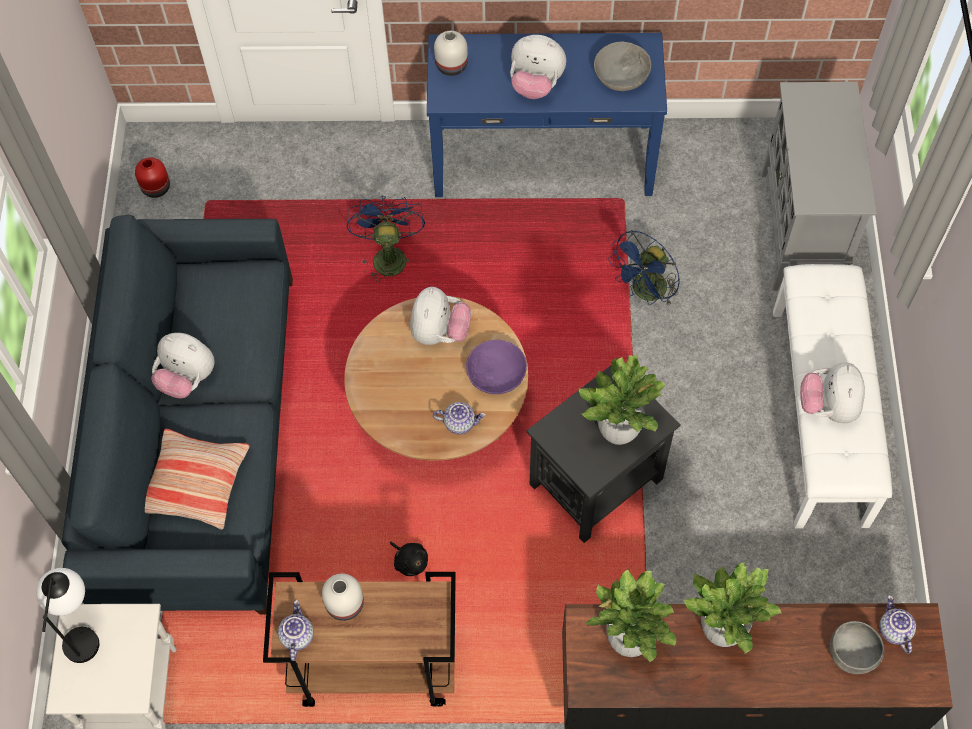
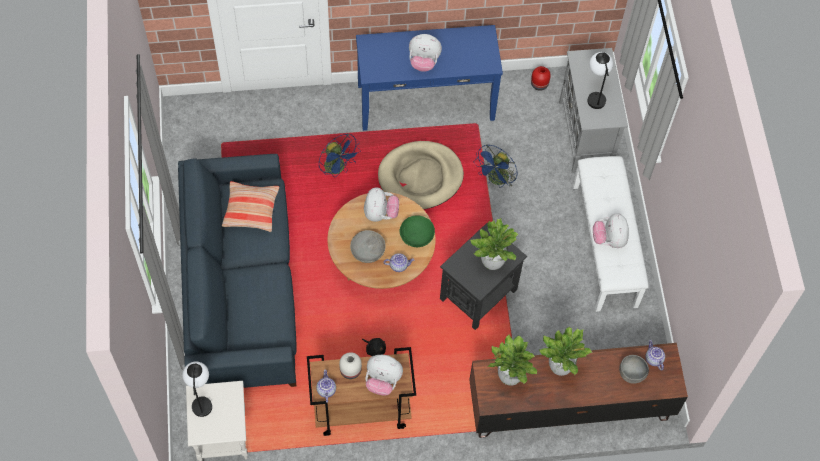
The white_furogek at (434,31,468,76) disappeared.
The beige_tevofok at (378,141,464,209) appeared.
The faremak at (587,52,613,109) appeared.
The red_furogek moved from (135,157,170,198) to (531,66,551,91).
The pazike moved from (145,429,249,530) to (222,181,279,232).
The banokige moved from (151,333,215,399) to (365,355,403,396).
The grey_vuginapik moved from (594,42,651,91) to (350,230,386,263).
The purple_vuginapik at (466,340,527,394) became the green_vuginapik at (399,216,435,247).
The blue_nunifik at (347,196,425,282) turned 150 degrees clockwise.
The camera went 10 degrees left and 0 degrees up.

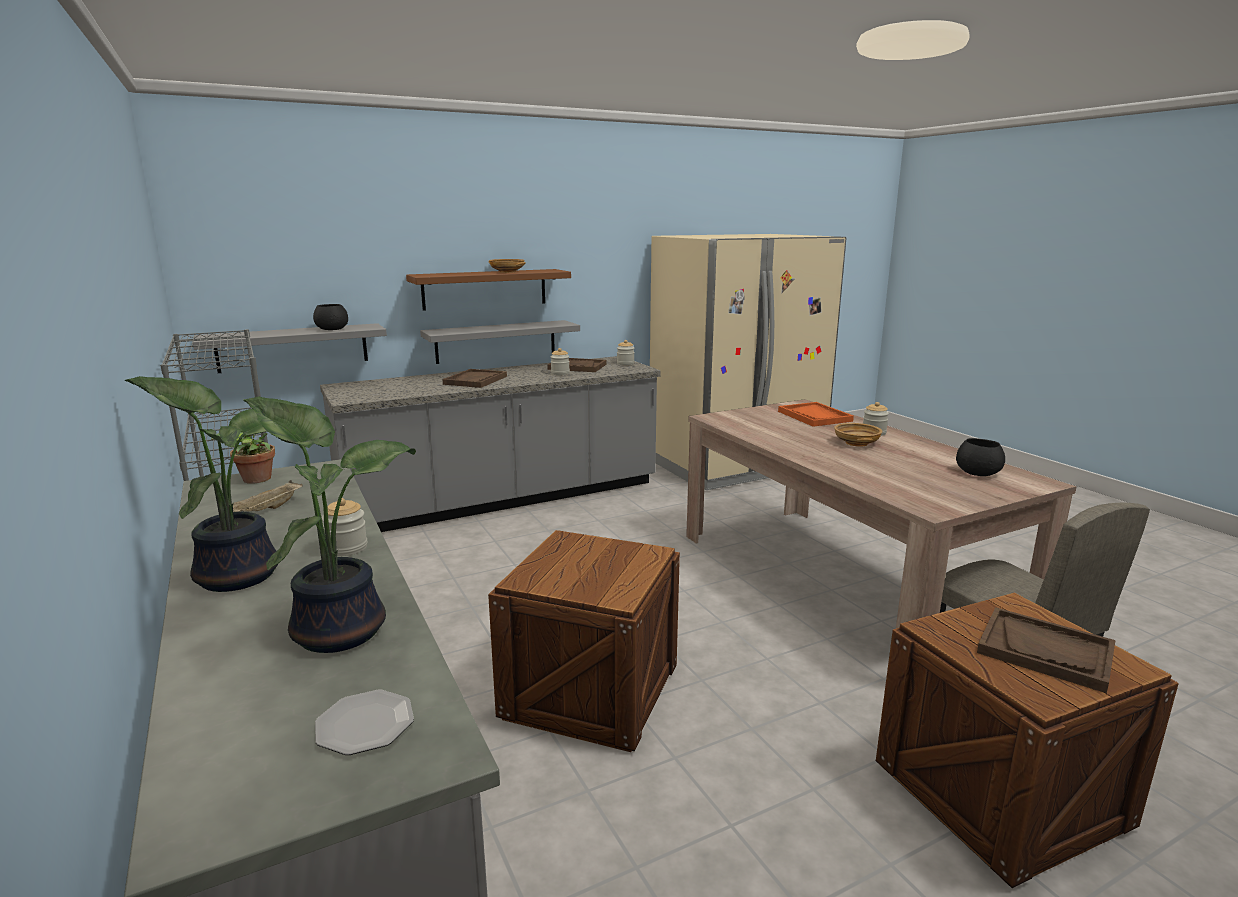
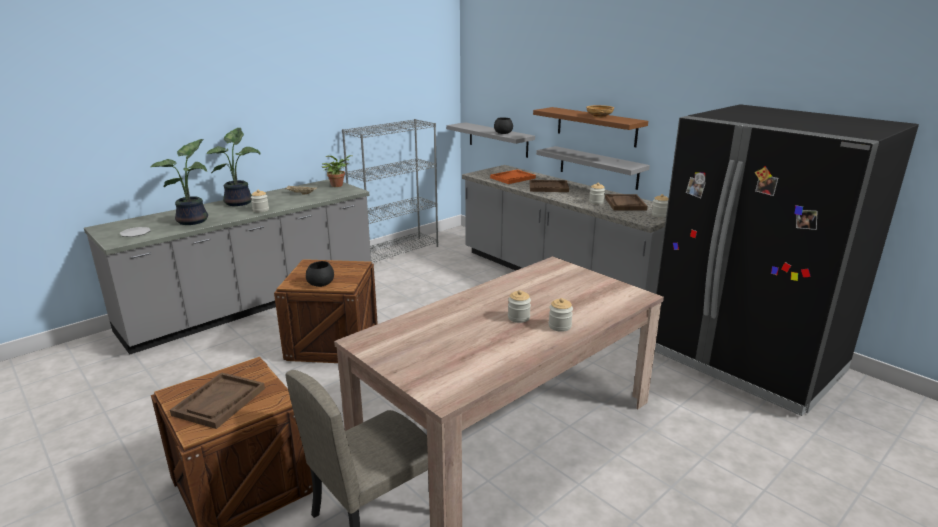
The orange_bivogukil moved from (778,402,854,427) to (490,170,536,184).
The black_vuginapik moved from (956,438,1005,476) to (306,261,334,287).
The beige_vuginapik at (834,423,883,447) was replaced by the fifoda at (508,290,531,323).
The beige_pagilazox at (650,234,846,490) became the black_pagilazox at (655,104,919,416).
The camera went 75 degrees right and 5 degrees up.

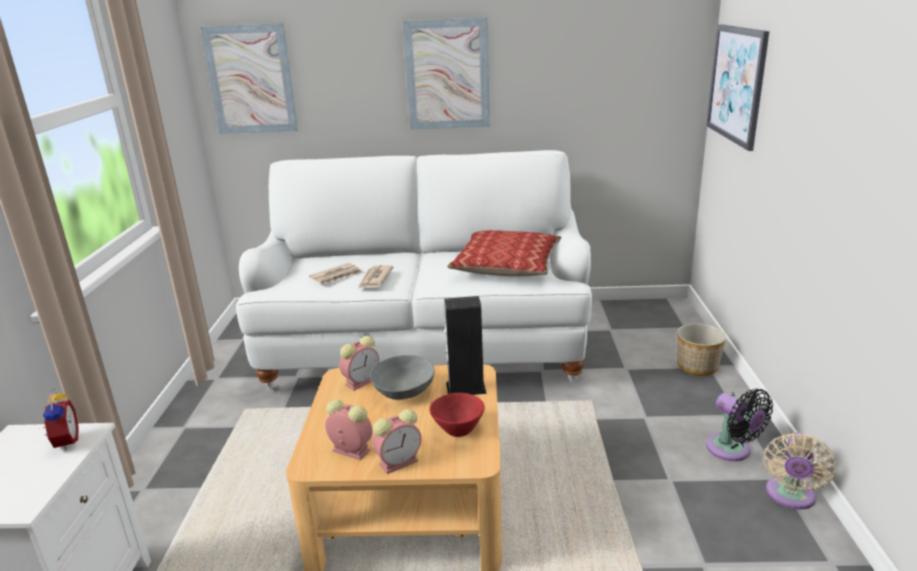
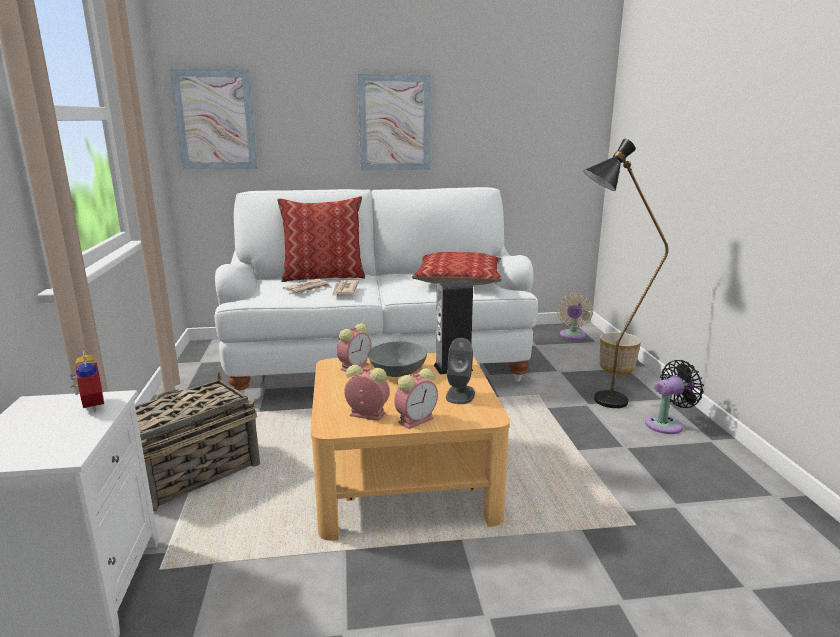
The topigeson at (706,24,769,151) disappeared.
The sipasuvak at (135,372,260,512) appeared.
The pazike at (277,196,365,282) appeared.
The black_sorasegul at (583,139,669,408) appeared.
The beige_nunifik moved from (764,432,837,510) to (557,293,593,340).
The red_vuginapik at (430,393,485,437) was replaced by the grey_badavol at (446,338,475,404).
The black_nunifik at (706,389,773,461) turned 75 degrees counterclockwise.
The camera went 10 degrees left and 5 degrees down.

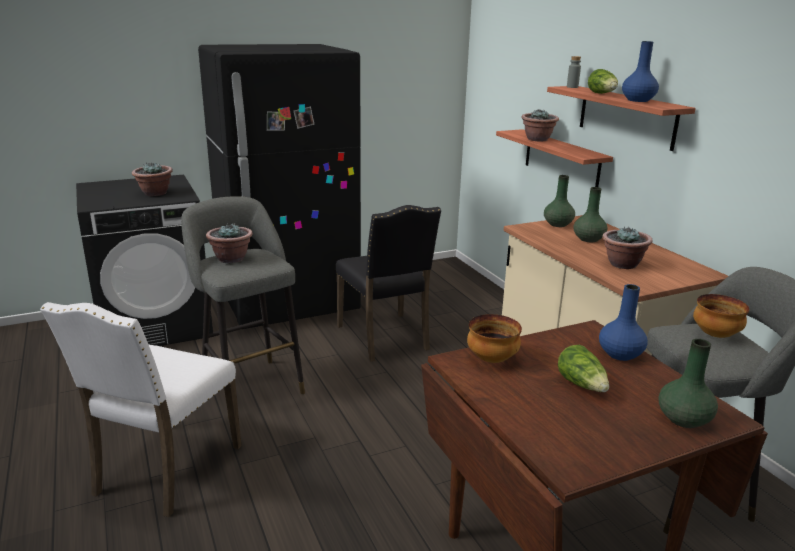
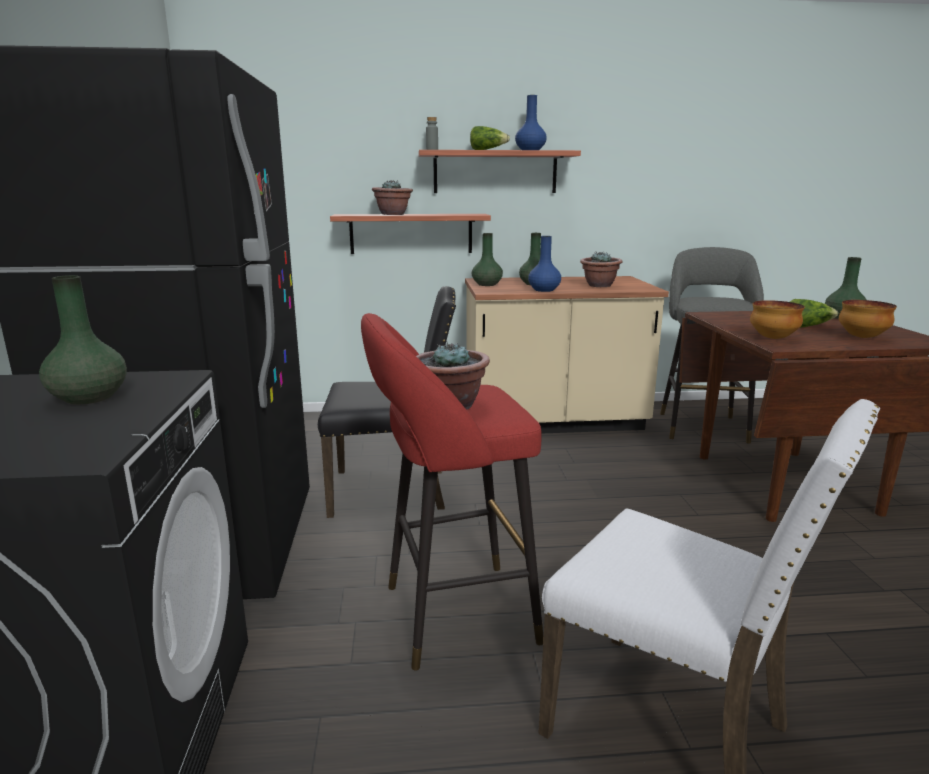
The blue_furogek moved from (599,284,648,361) to (528,236,561,292).
The vuginapik moved from (693,294,749,338) to (839,300,897,338).
The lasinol at (132,162,173,196) was replaced by the green_furogek at (39,275,127,405).
The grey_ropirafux at (181,196,305,419) became the red_ropirafux at (361,313,544,671).
The camera went 70 degrees left and 5 degrees down.

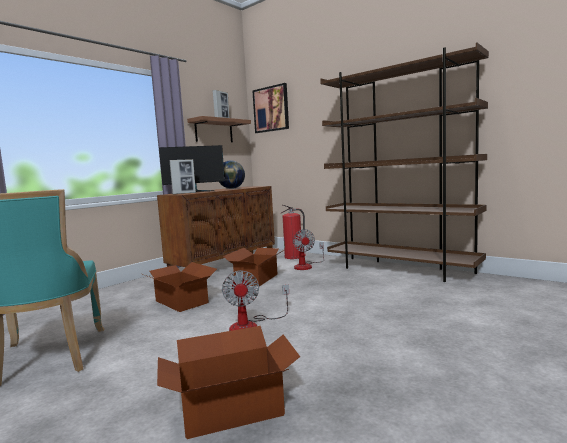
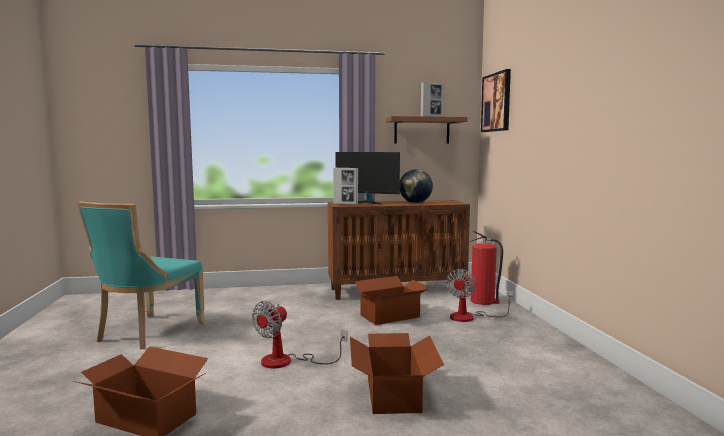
The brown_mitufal at (320,42,489,282) disappeared.
The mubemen moved from (140,262,217,312) to (350,333,444,414).
The camera went 40 degrees right and 0 degrees up.

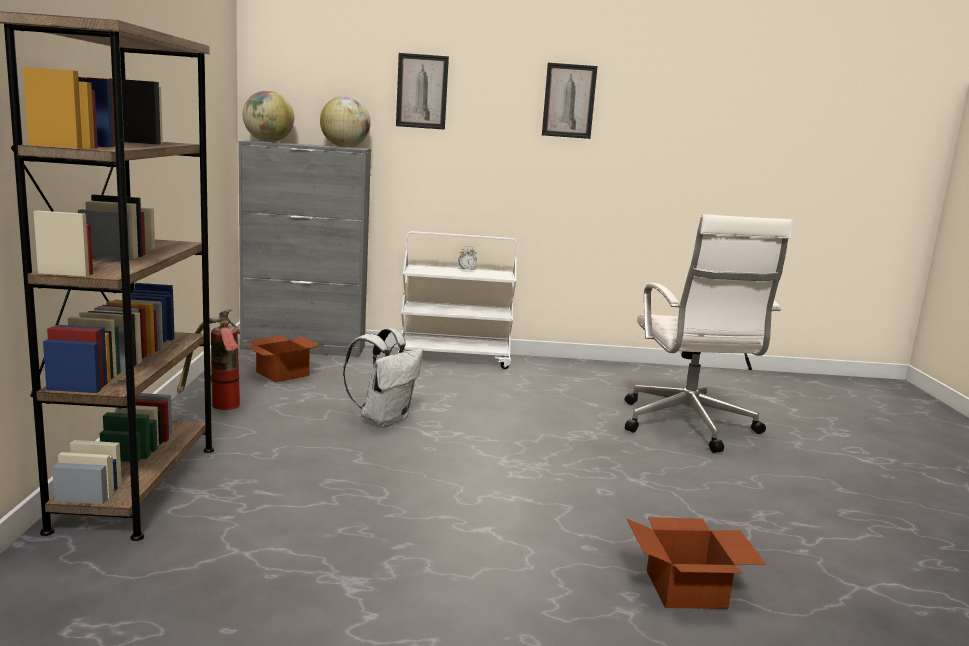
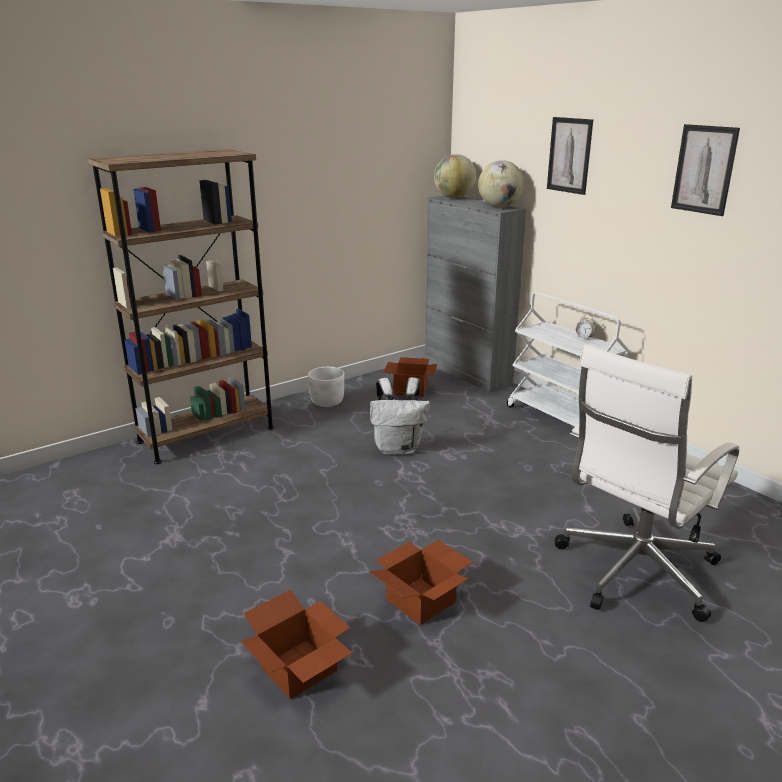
The mubemen at (369,540,473,625) appeared.
The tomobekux at (177,309,241,410) was replaced by the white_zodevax at (308,367,344,407).
The camera went 55 degrees right and 10 degrees up.

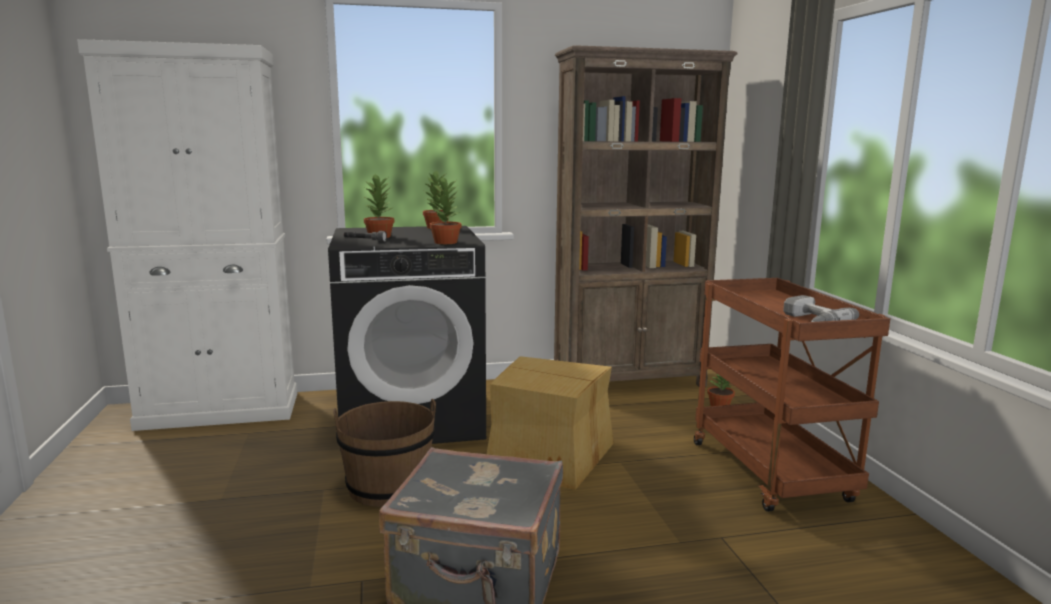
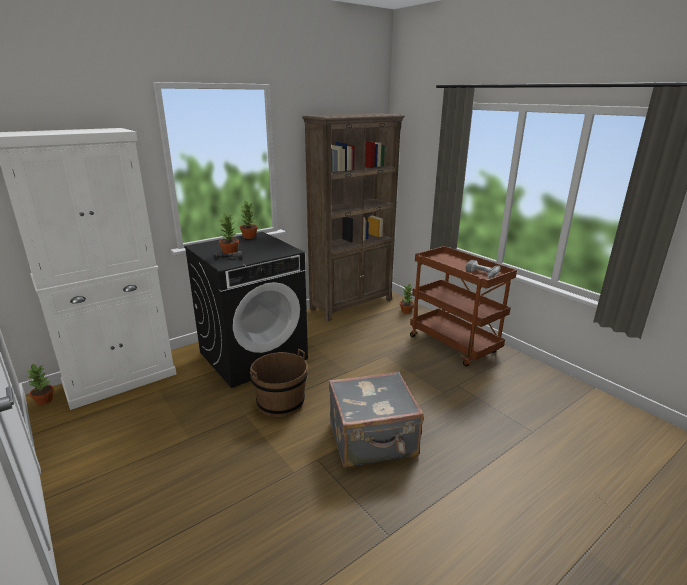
The mubemen at (487,356,614,490) disappeared.
The lasinol moved from (430,177,461,244) to (26,363,54,405).
The camera went 25 degrees left and 10 degrees up.

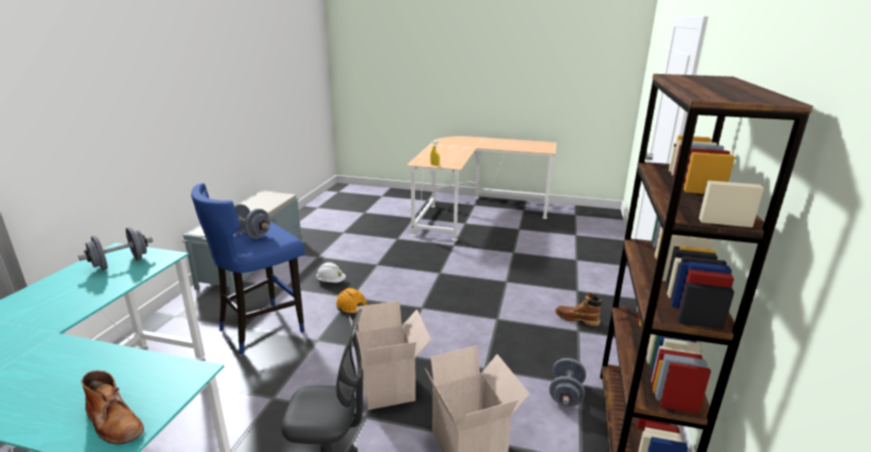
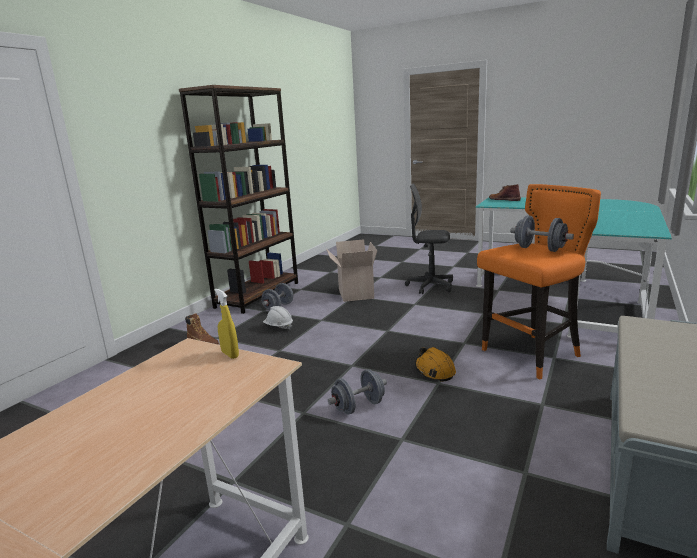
The mubemen at (349,301,431,410) disappeared.
The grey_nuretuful moved from (78,227,153,270) to (328,369,387,415).
The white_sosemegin moved from (316,262,346,283) to (263,306,293,329).
The blue_ropirafux at (191,183,305,354) became the orange_ropirafux at (477,184,601,379).
The camera went 165 degrees left and 5 degrees down.

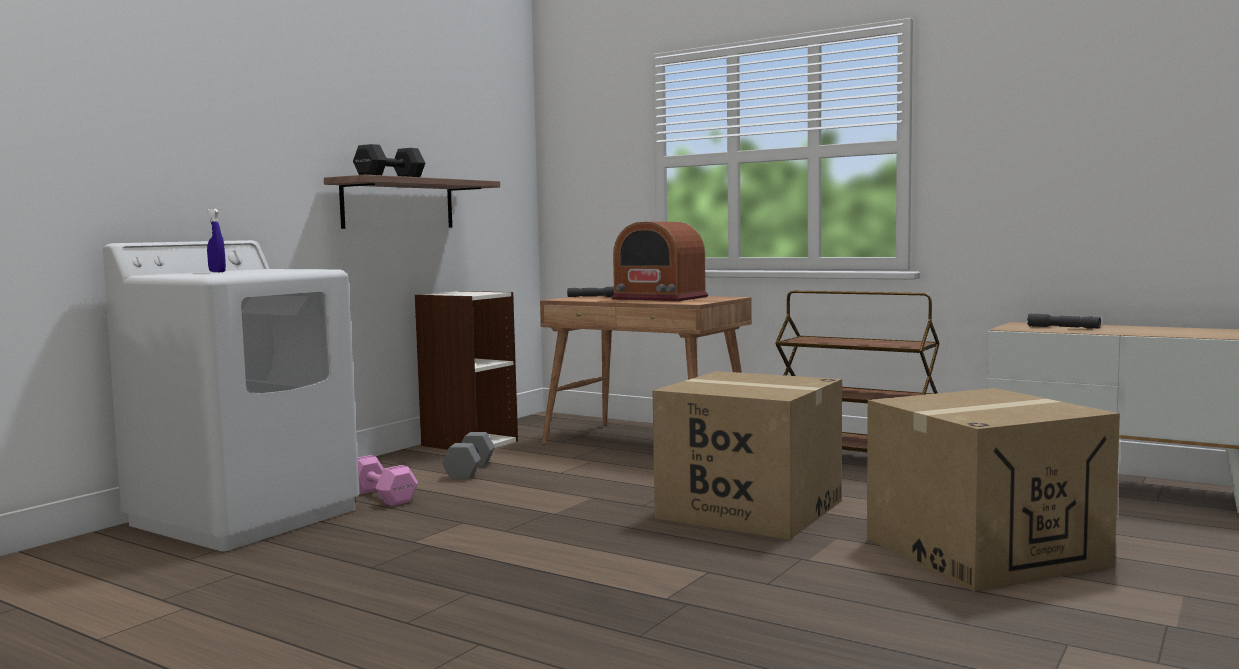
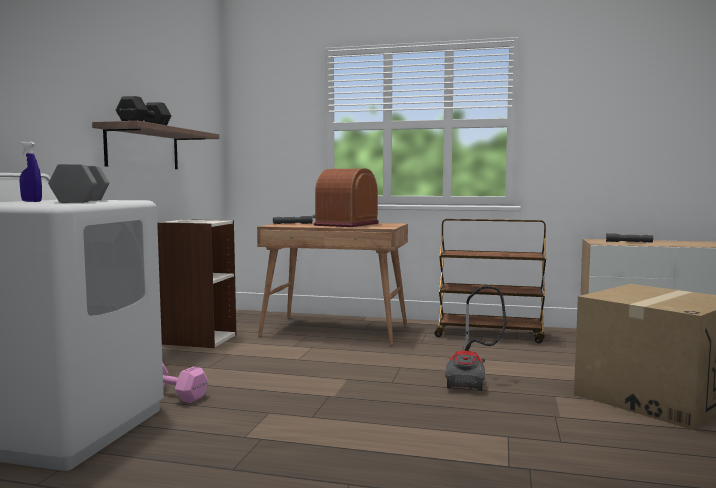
The grey_nuretuful moved from (442,432,495,479) to (48,164,109,203).
The mubemen at (653,371,842,540) was replaced by the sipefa at (445,286,507,391).
The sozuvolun at (611,222,708,301) turned 105 degrees clockwise.
The camera went 20 degrees left and 0 degrees up.

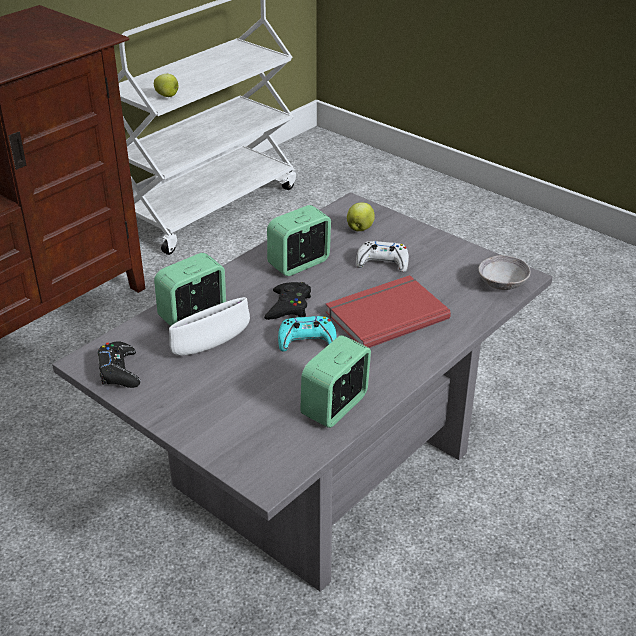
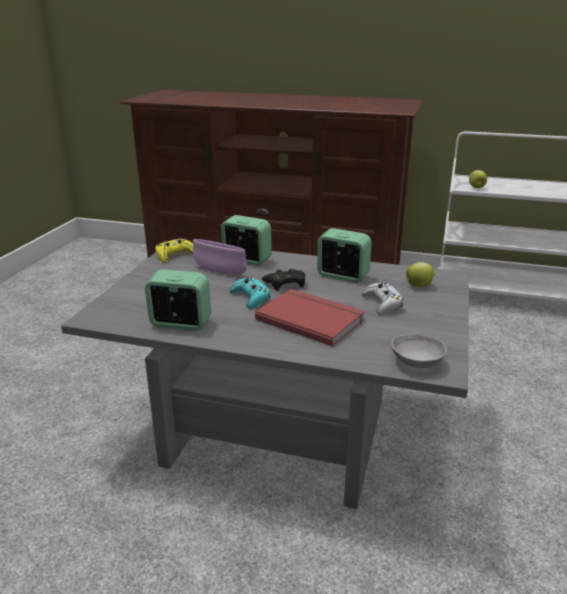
The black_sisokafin at (98,341,140,388) became the yellow_sisokafin at (155,238,193,263).
The white_vuginapik at (169,297,250,355) became the purple_vuginapik at (193,239,247,274).
The camera went 65 degrees right and 10 degrees down.

